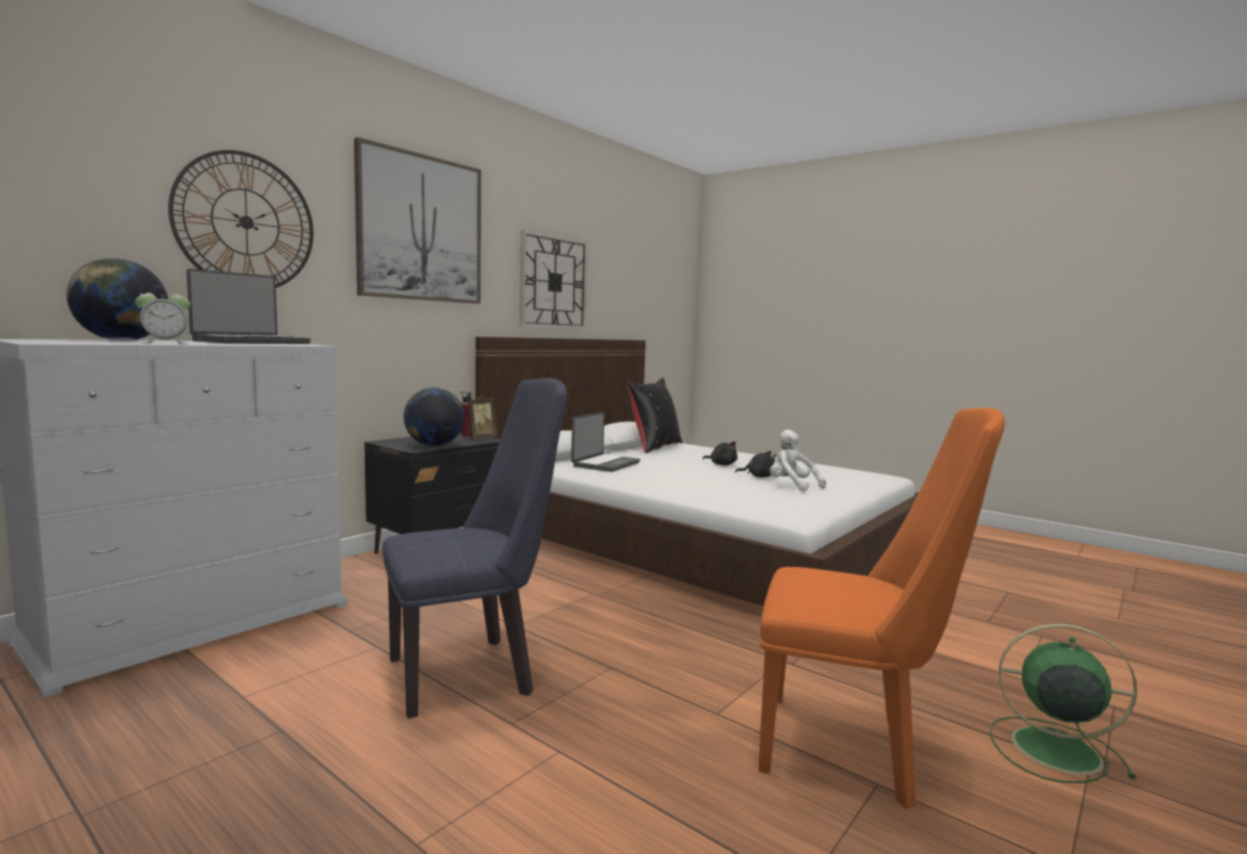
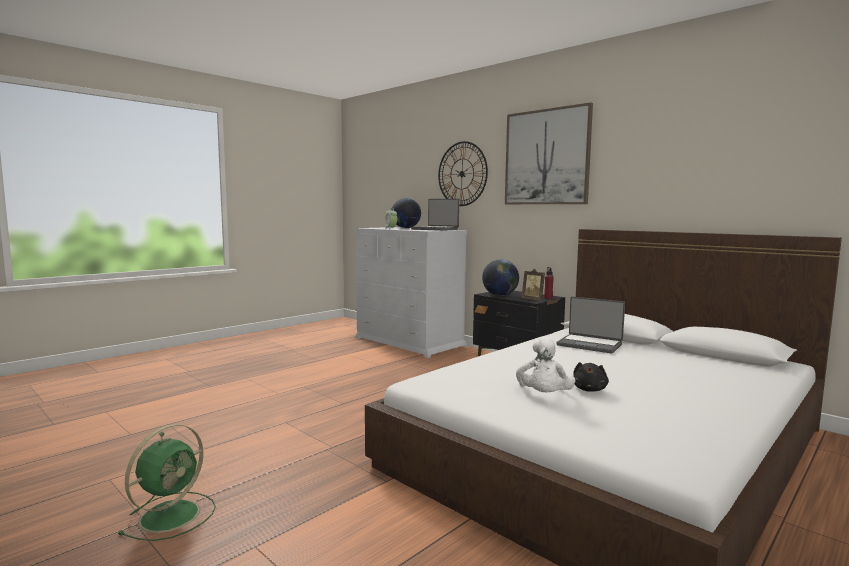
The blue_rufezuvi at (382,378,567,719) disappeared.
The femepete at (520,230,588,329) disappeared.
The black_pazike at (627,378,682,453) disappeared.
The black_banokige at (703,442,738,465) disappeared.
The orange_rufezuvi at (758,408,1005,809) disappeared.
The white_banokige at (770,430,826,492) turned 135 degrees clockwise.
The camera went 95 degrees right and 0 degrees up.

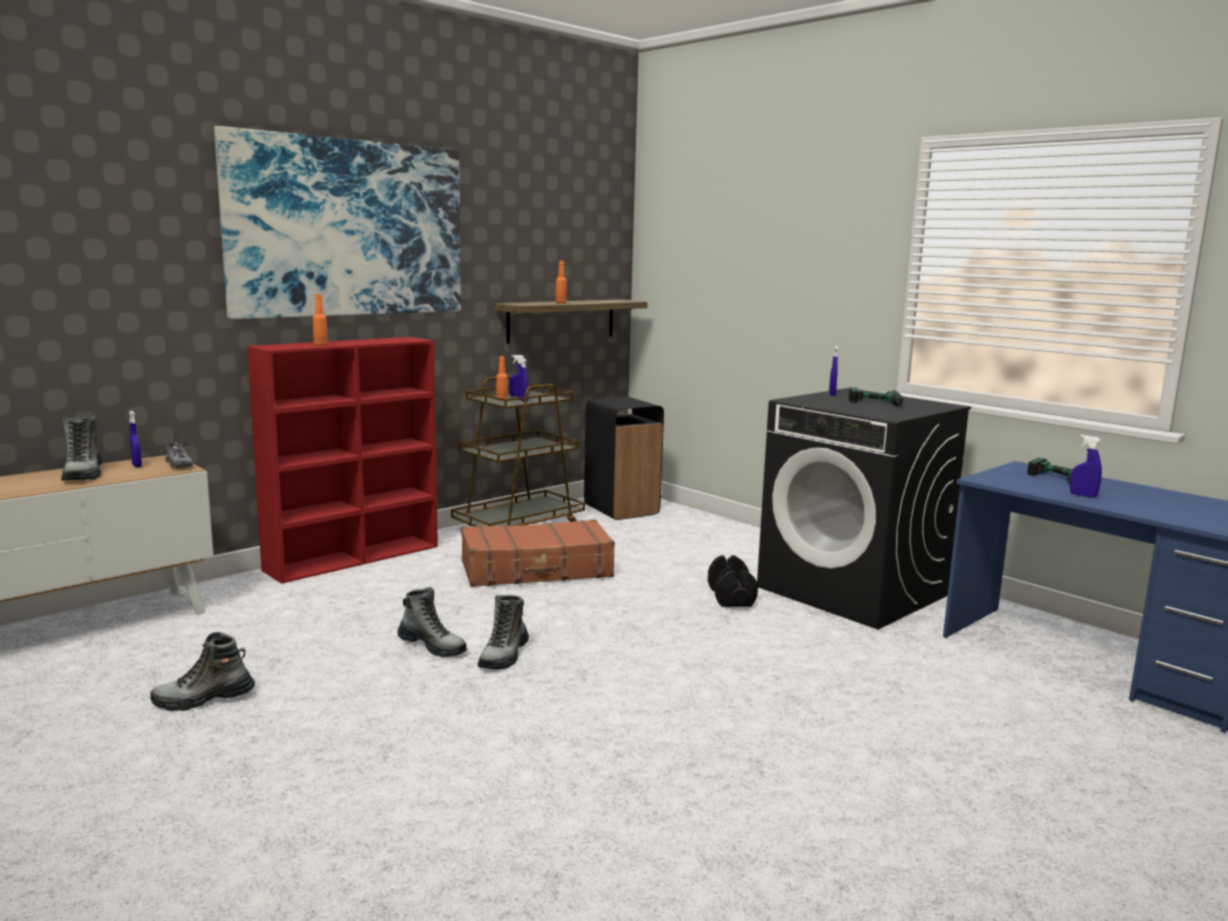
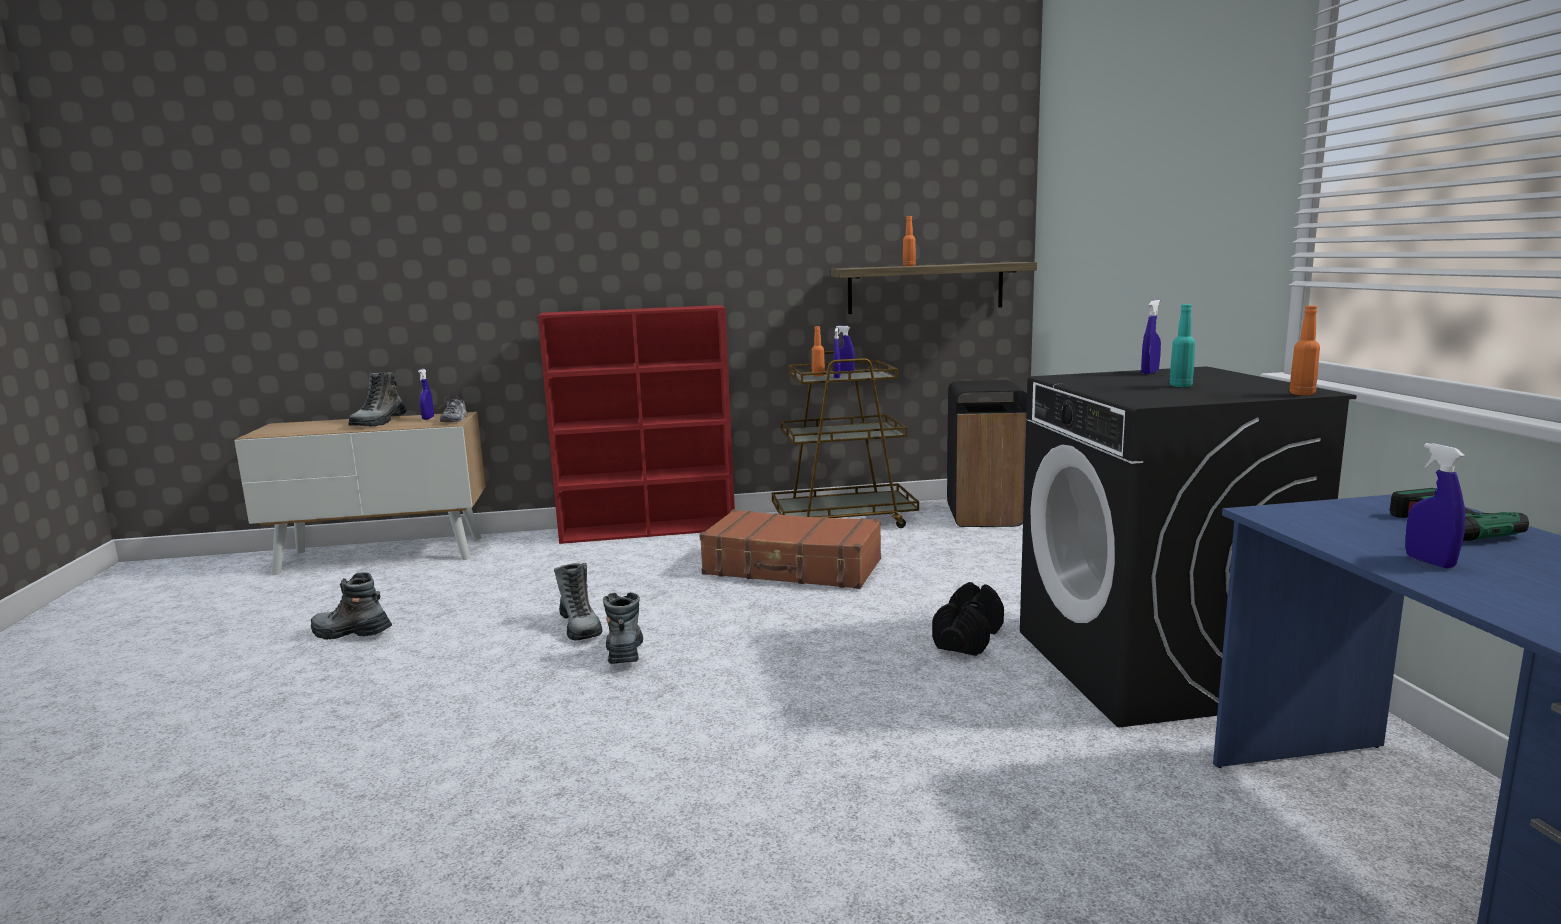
The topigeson at (214,126,461,319) disappeared.
The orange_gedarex moved from (313,294,328,346) to (1289,306,1320,395).
The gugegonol at (848,387,904,406) was replaced by the turquoise_gedarex at (1169,304,1195,387).
The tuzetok at (478,595,529,670) turned 120 degrees clockwise.
The camera went 35 degrees right and 0 degrees up.

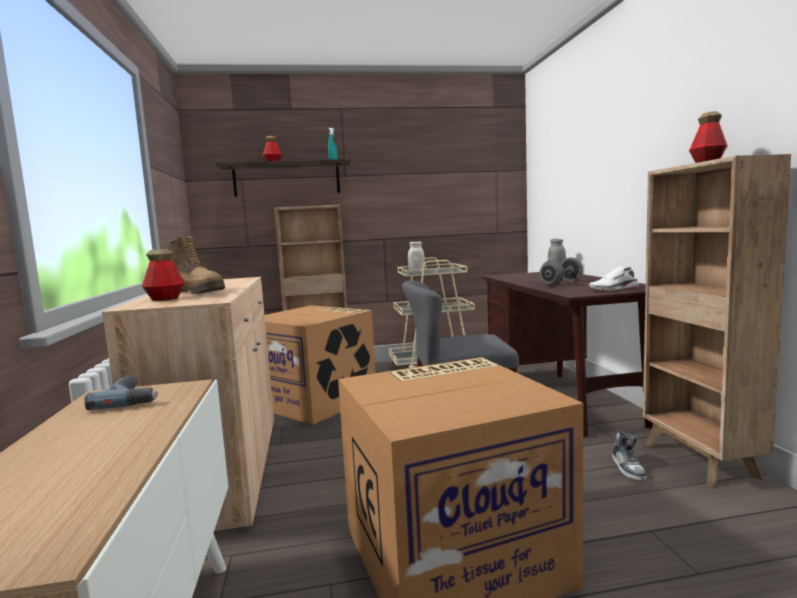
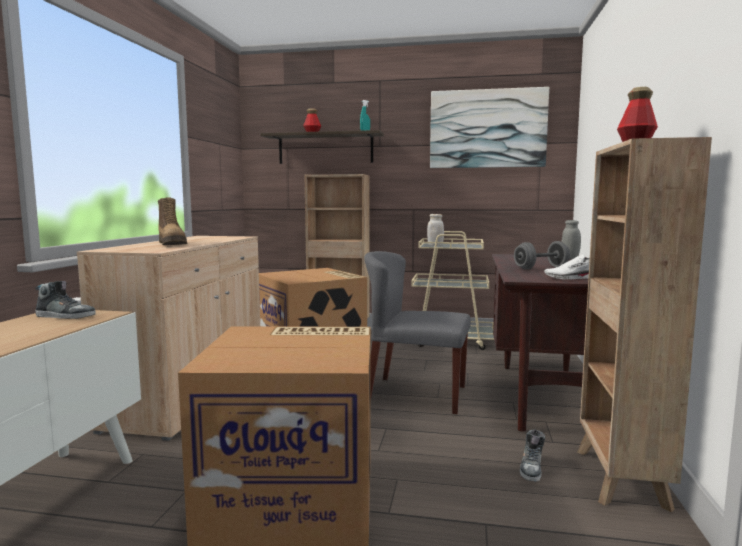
The gedarex at (142,249,185,301) disappeared.
The topigeson at (430,87,549,168) appeared.
The gugegonol at (84,375,158,410) was replaced by the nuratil at (35,281,96,319).
The camera went 20 degrees right and 0 degrees up.

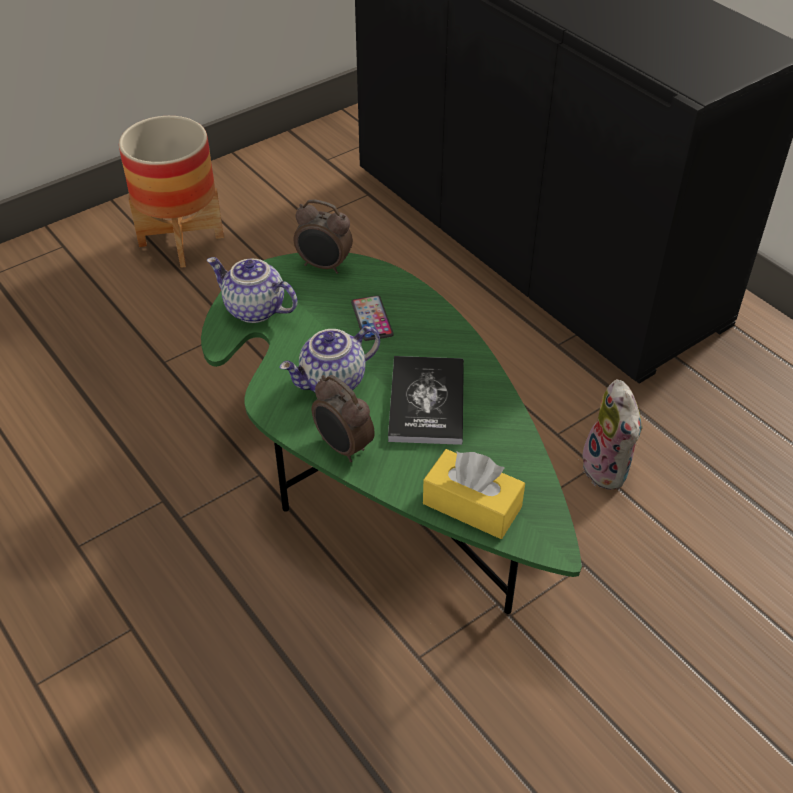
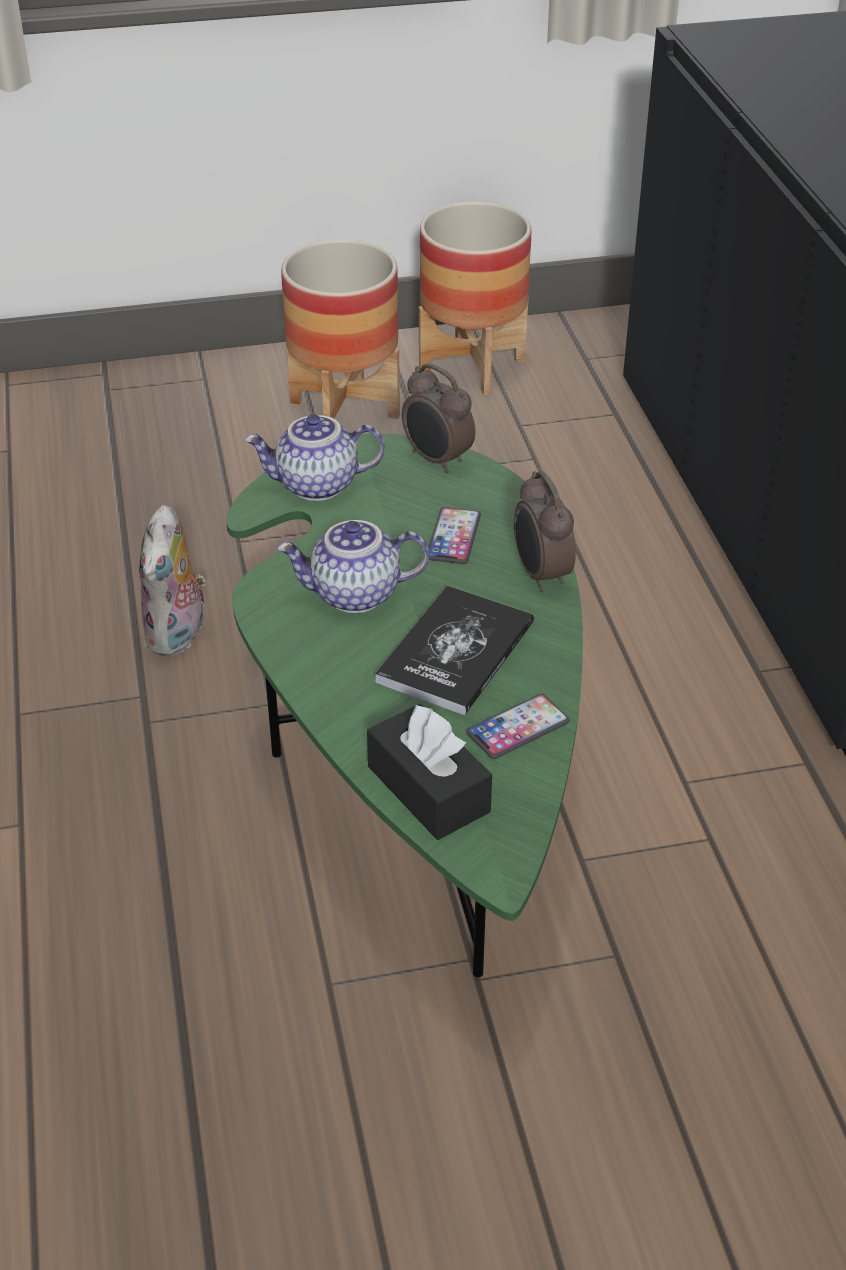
The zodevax at (419,201,531,396) appeared.
The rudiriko at (467,694,569,759) appeared.
The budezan moved from (312,375,375,462) to (514,471,576,592).
The banokige moved from (582,379,643,490) to (139,505,207,656).
The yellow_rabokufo at (423,449,525,539) became the black_rabokufo at (367,704,492,840).
The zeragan at (207,257,298,323) turned 60 degrees counterclockwise.
The camera went 25 degrees right and 5 degrees down.

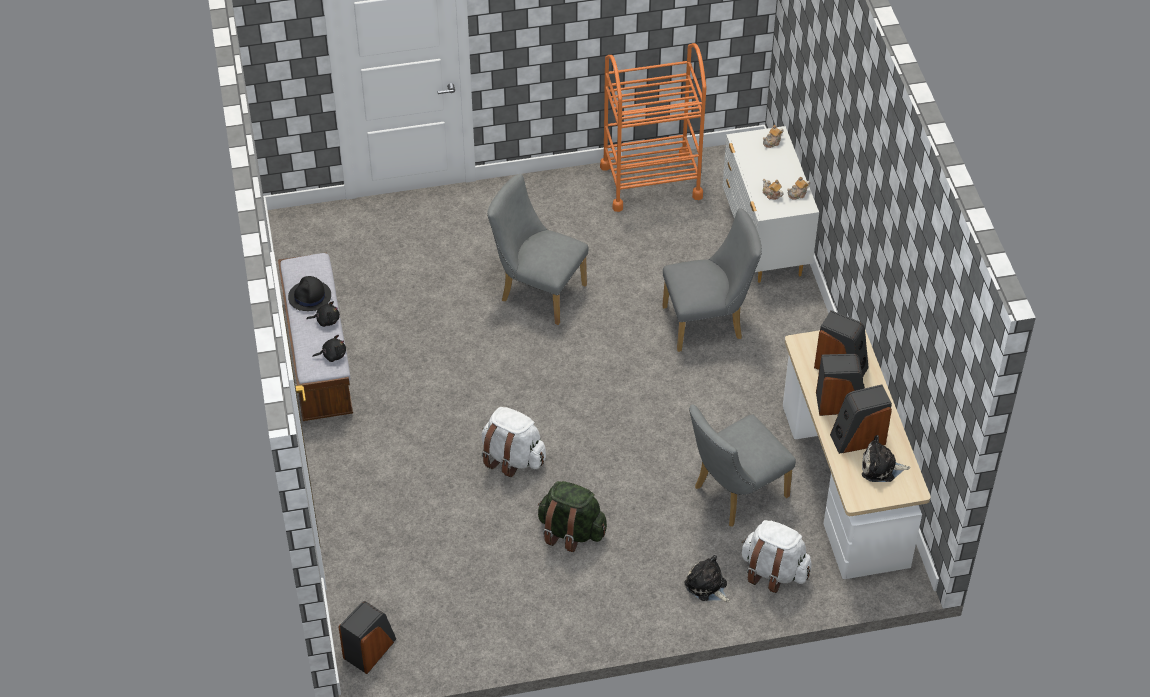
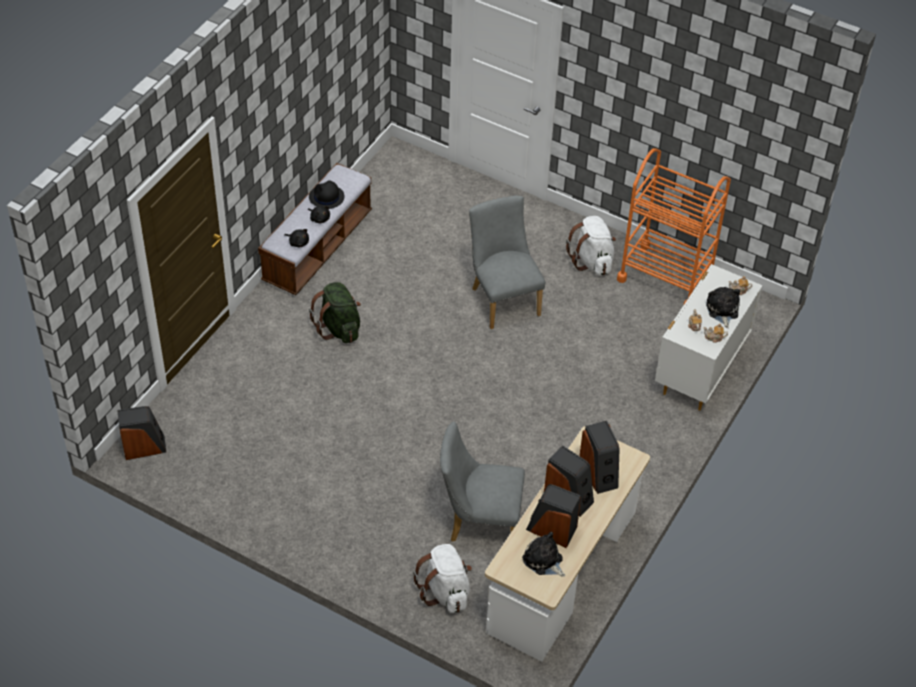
The grey_rufezuvi at (662,208,762,352) disappeared.
The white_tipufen moved from (482,407,546,477) to (566,216,616,275).
The green_tipufen moved from (538,481,607,552) to (309,282,361,343).
The banokige moved from (684,555,730,602) to (706,287,740,328).
The camera went 40 degrees right and 0 degrees up.

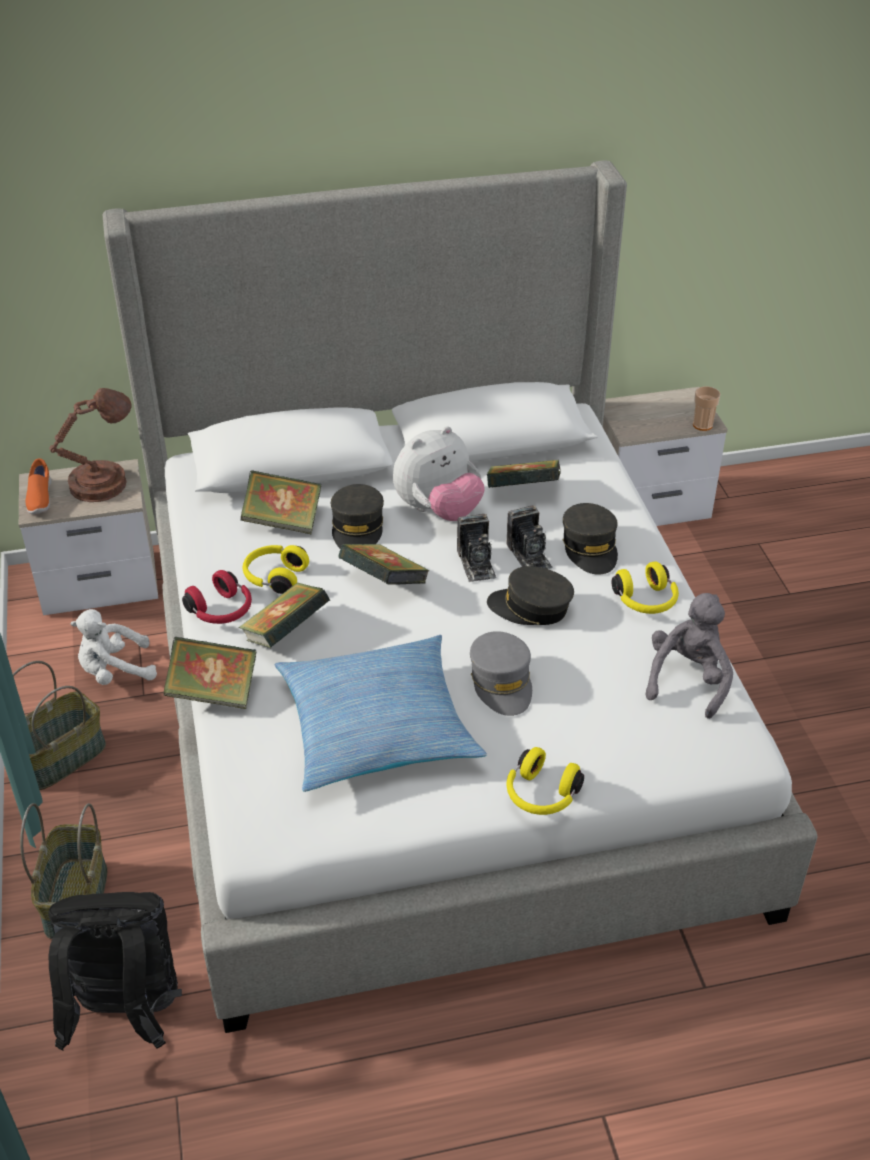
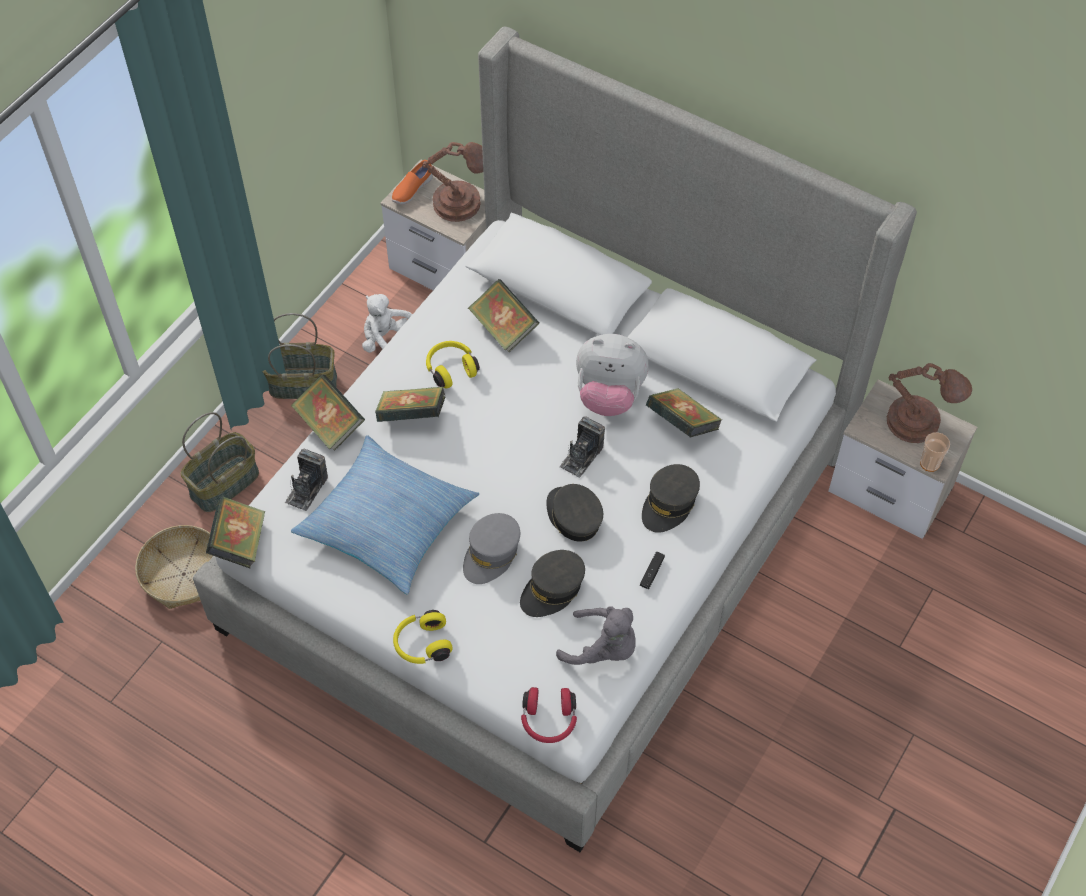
The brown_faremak at (887,363,972,443) appeared.
The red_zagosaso moved from (182,570,252,624) to (521,687,577,743).
The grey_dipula moved from (331,484,384,549) to (520,550,585,617).
The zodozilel moved from (338,544,429,585) to (206,497,265,568).
The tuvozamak moved from (506,505,553,569) to (285,448,328,511).
The black_tipufen at (48,892,182,1051) was replaced by the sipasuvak at (135,525,213,609).
The yellow_zagosaso at (611,561,679,614) was replaced by the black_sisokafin at (640,552,665,589).
The grey_banokige at (645,593,733,719) turned 45 degrees clockwise.
The camera went 45 degrees right and 15 degrees up.

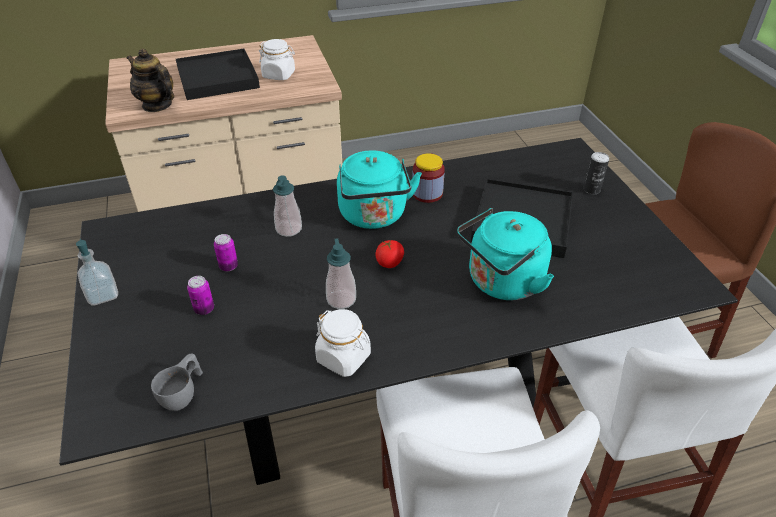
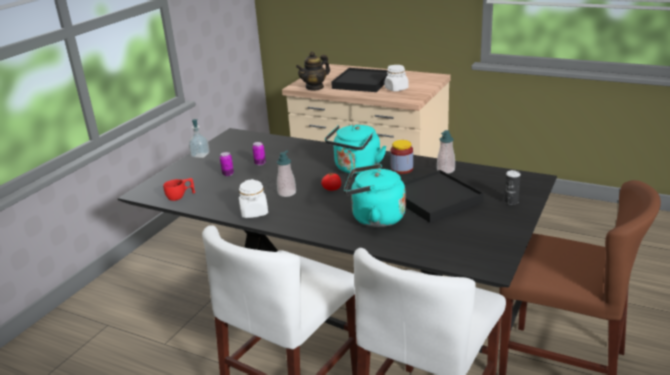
The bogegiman moved from (273,175,302,237) to (437,130,455,174).
The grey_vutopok at (151,353,203,411) became the red_vutopok at (163,178,195,201).
The zeragan at (127,48,174,112) turned 120 degrees counterclockwise.
The camera went 45 degrees right and 15 degrees down.

